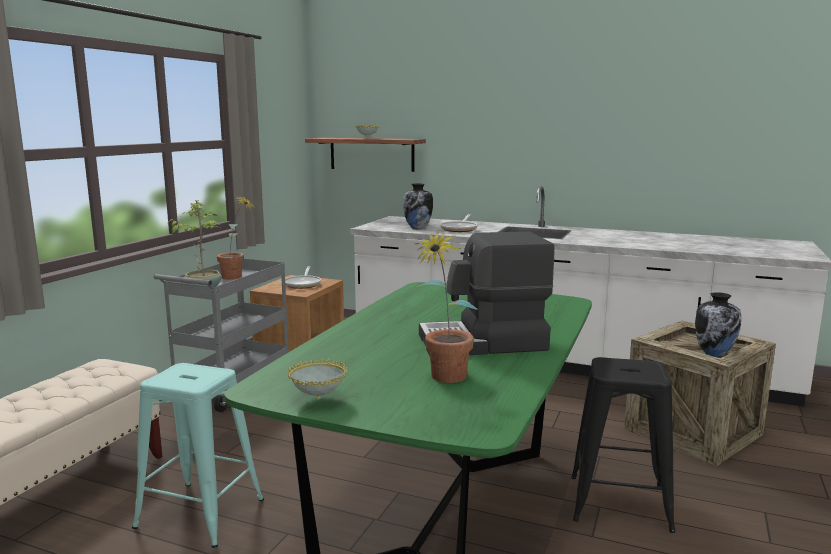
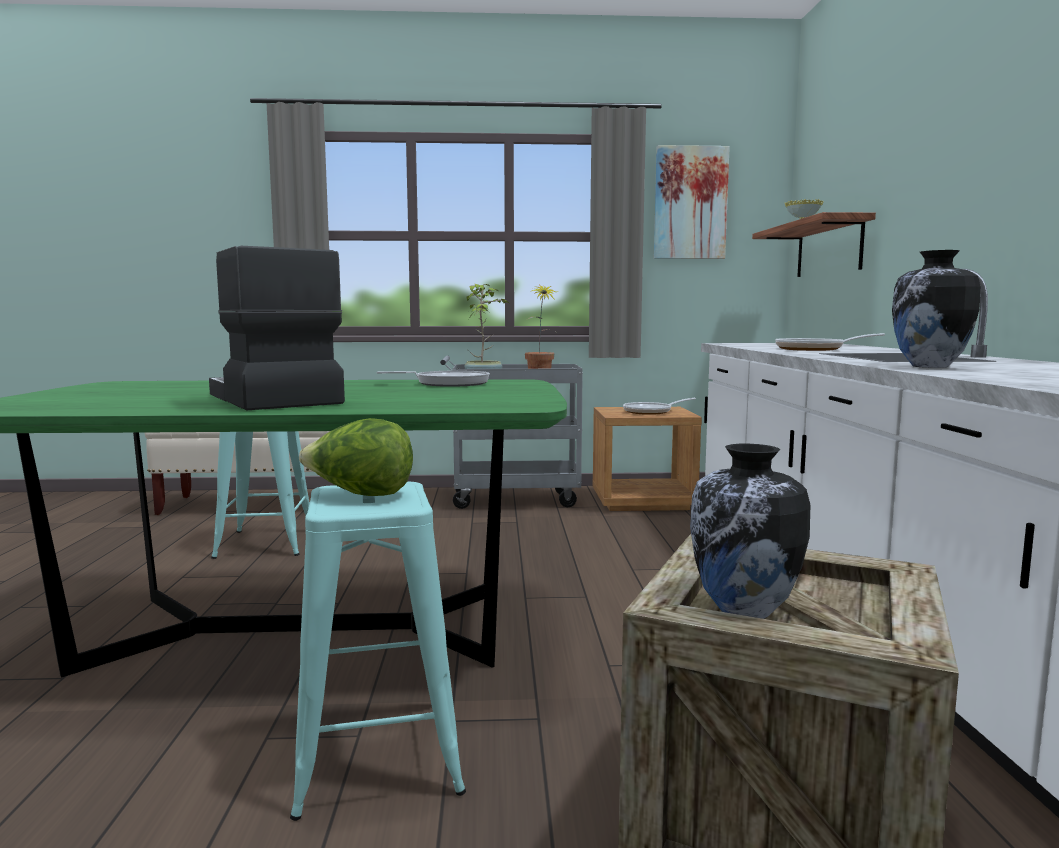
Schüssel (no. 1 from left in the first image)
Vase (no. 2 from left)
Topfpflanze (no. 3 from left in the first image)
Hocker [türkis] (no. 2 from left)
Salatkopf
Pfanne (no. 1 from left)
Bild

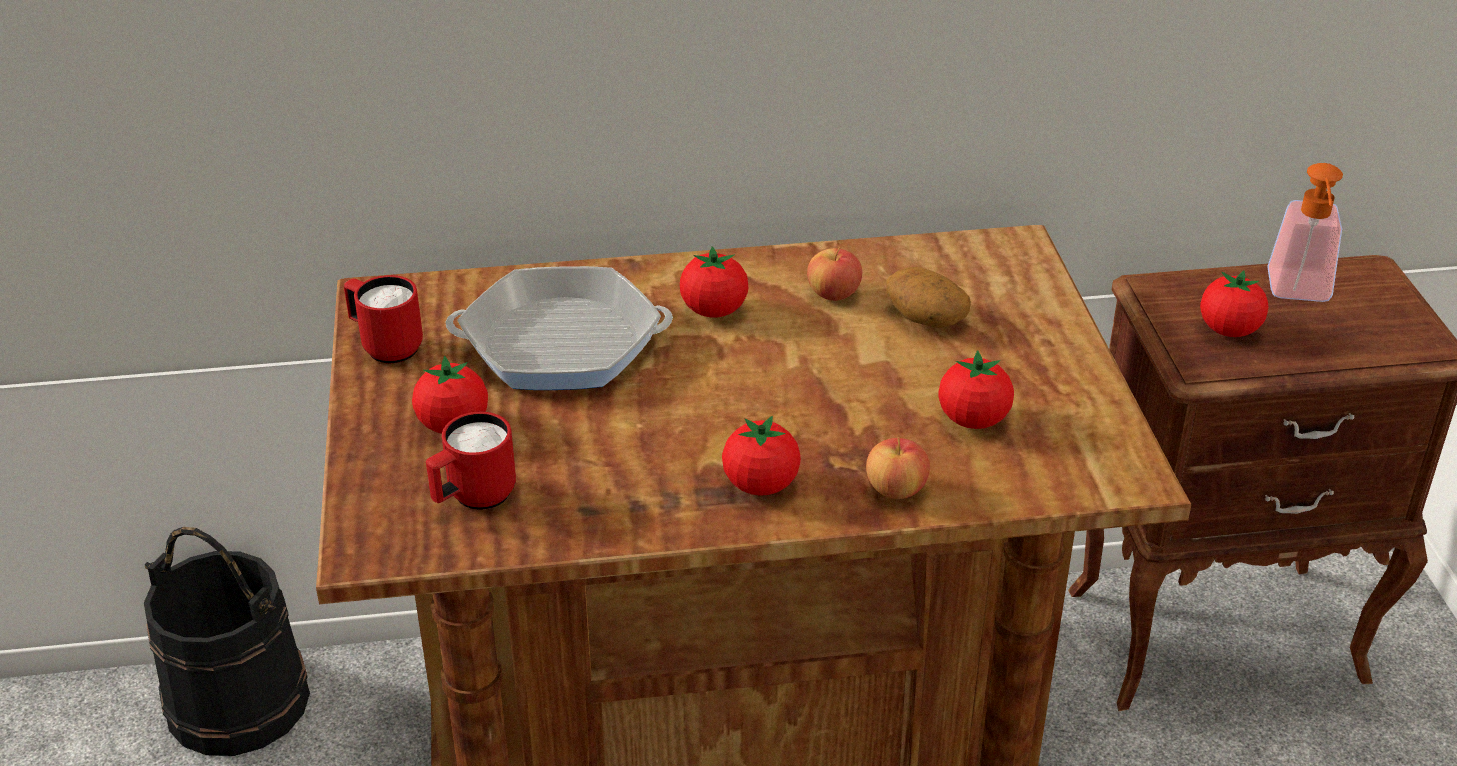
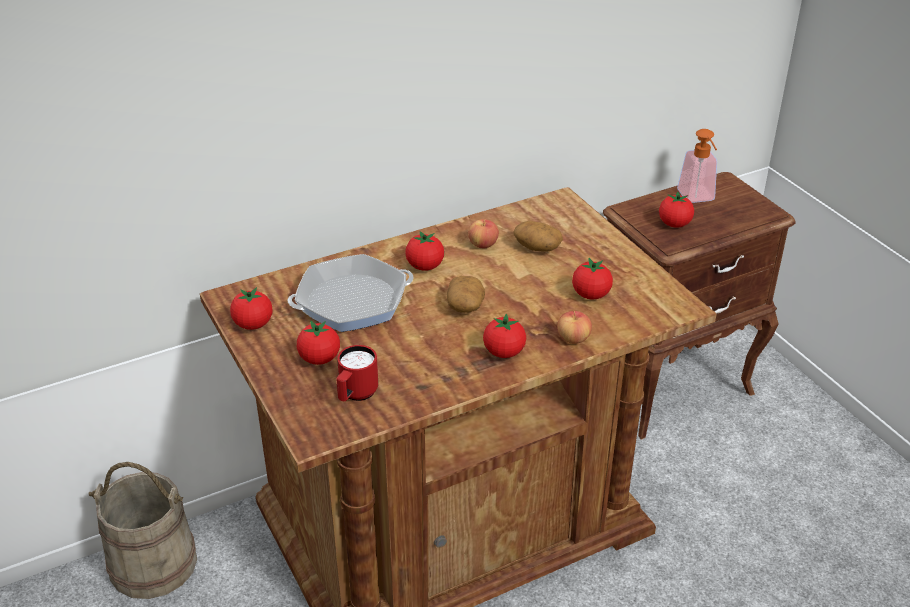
Eimer [beige]
Tomate (no. 1 from left)
Kartoffel (no. 1 from left)

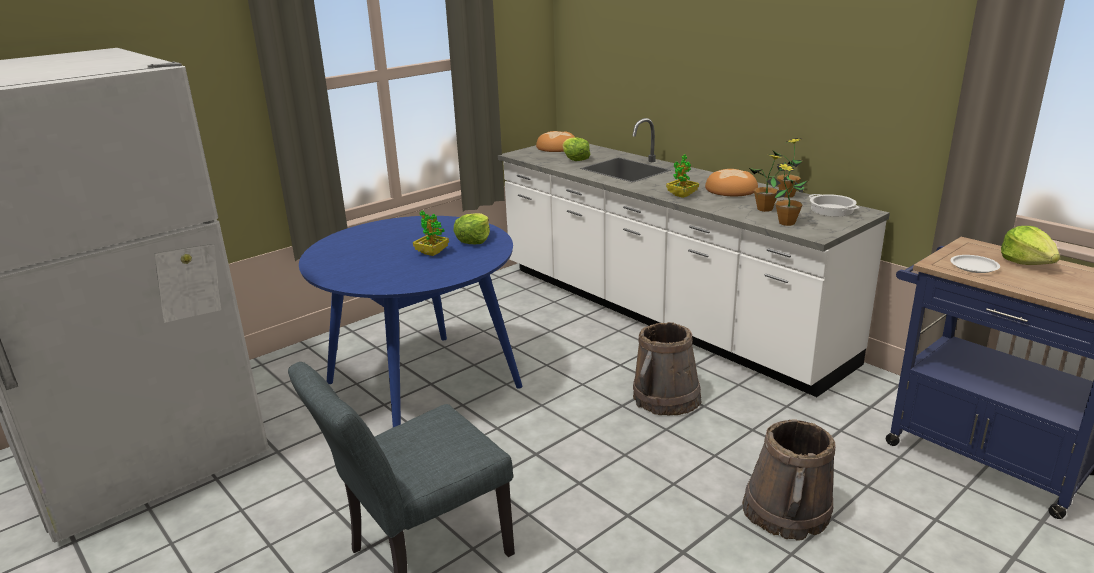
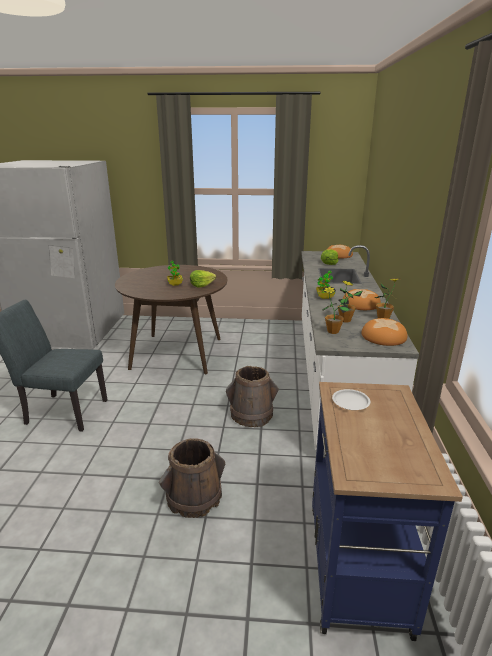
Esstisch [braun]
Brot (no. 3 from left)
Salatkopf (no. 3 from left in the first image)

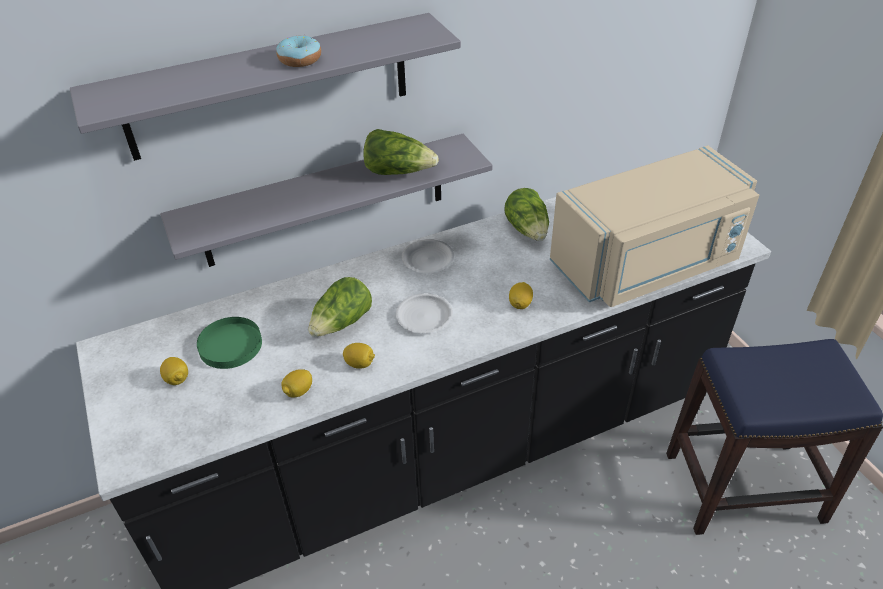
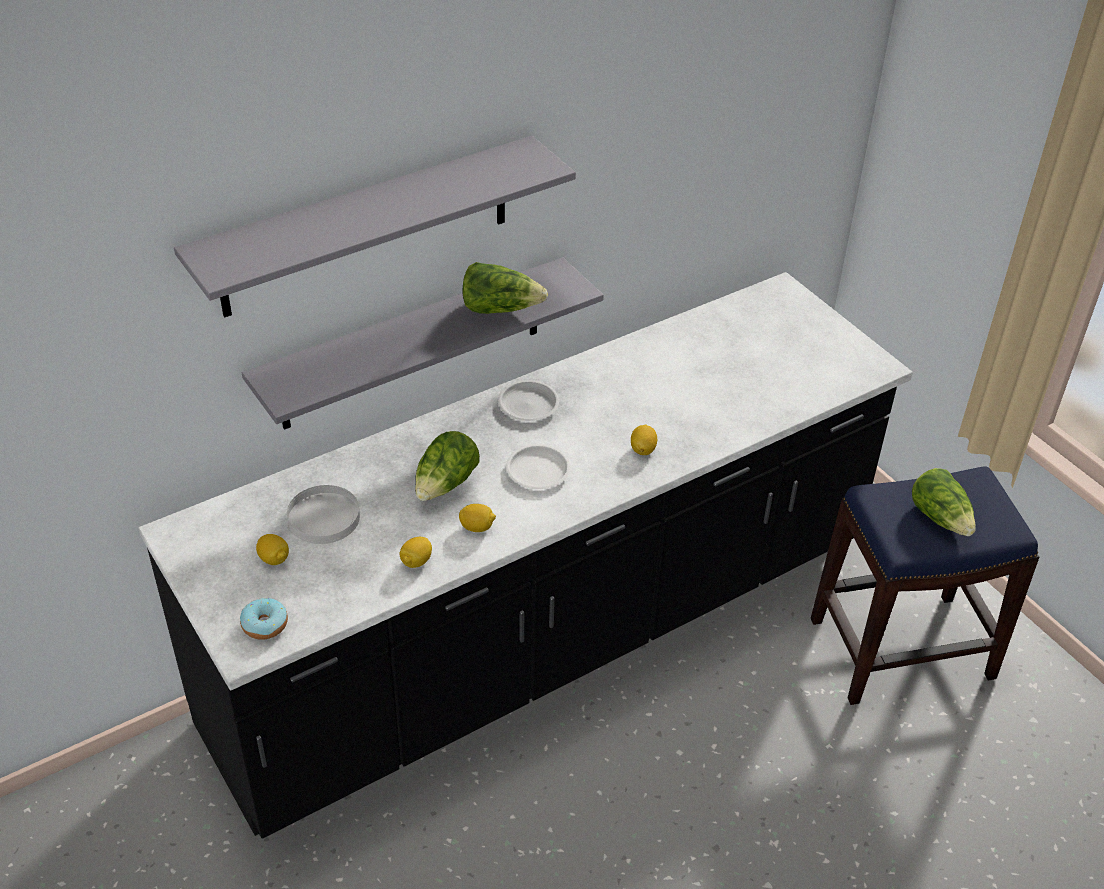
Teller [weiß] (no. 1 from left)
Donut
Salatkopf (no. 3 from left)
Mikrowelle [beige]

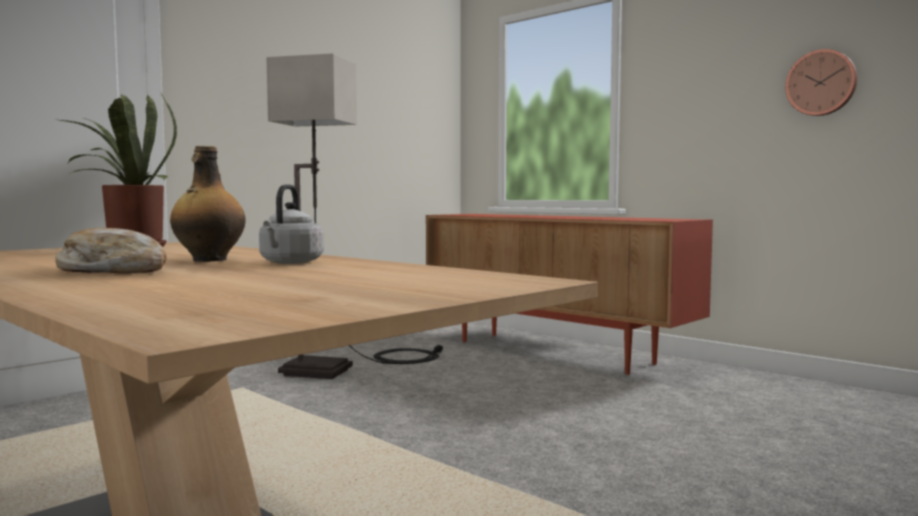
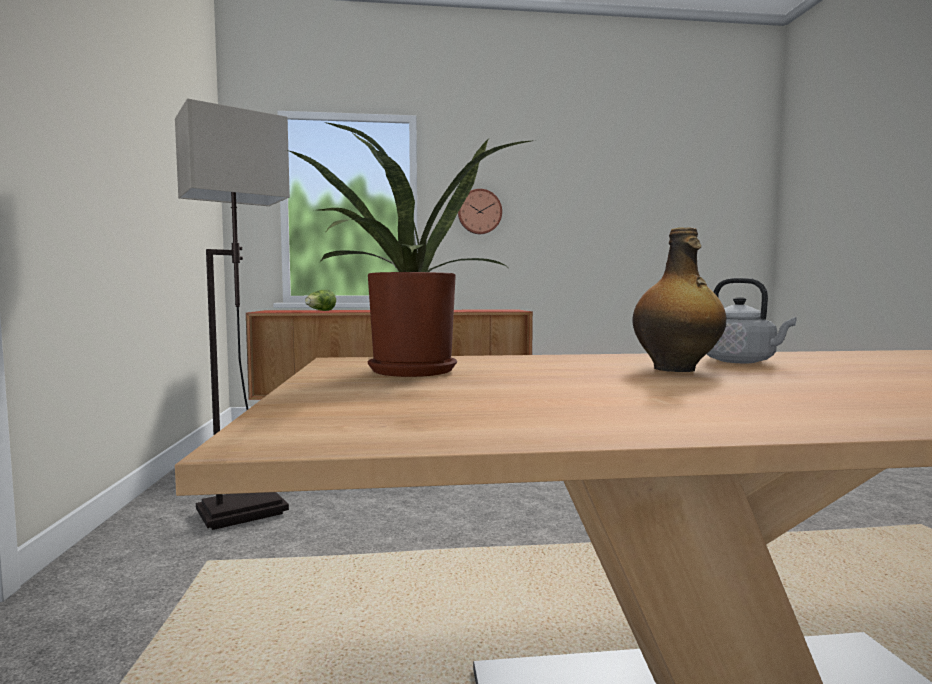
Brot
Wanduhr
Salatkopf

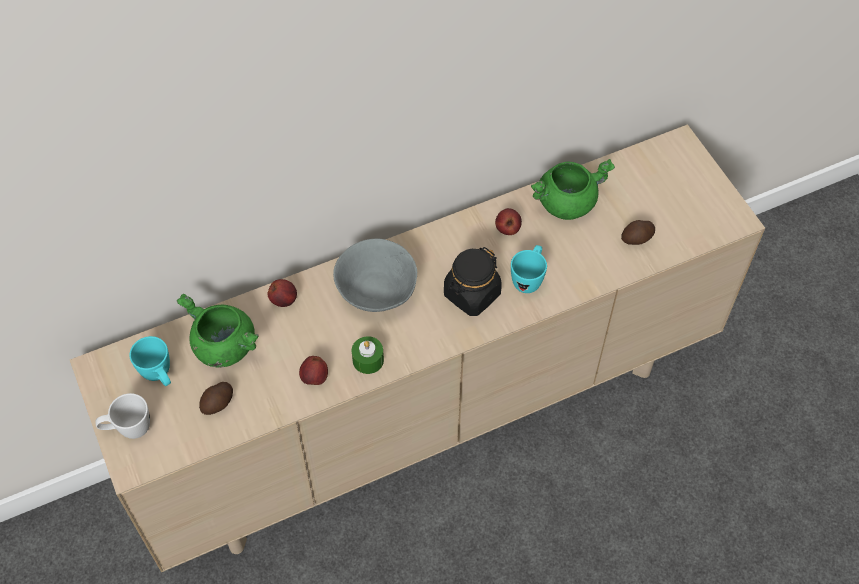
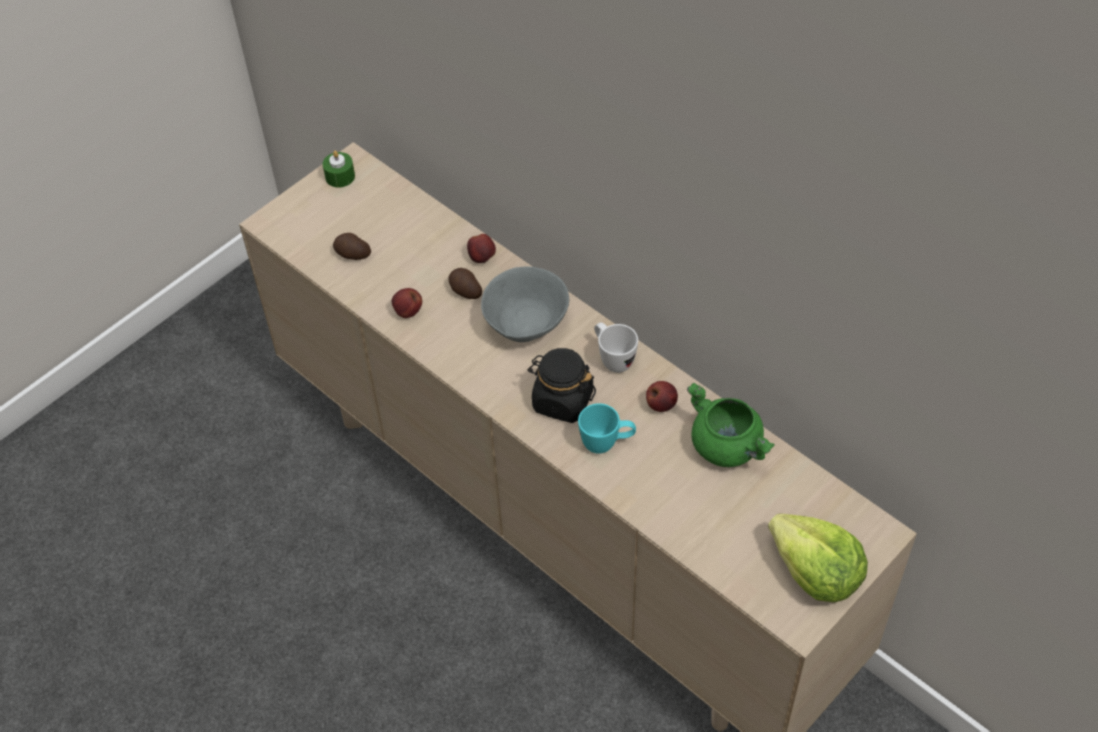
Henkelbecher [weiß]
Henkelbecher [türkis] (no. 1 from left in the first image)
Kochtopf [grün] (no. 1 from left in the first image)
Kerze [grün]
Kartoffel (no. 2 from left)
Salatkopf

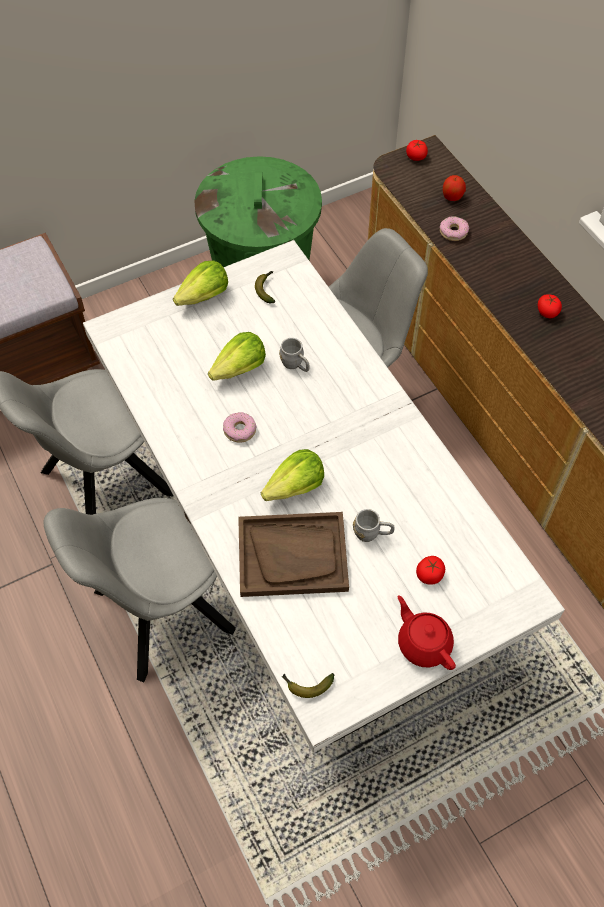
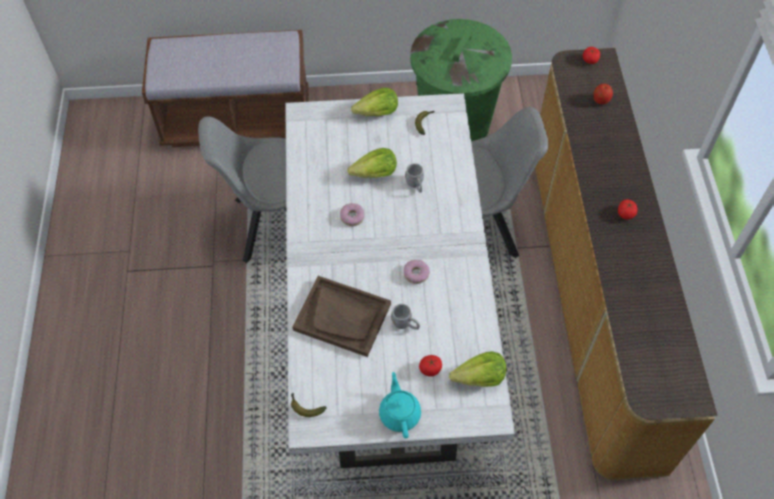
Stuhl [grau] (no. 2 from left in the first image)
Salatkopf (no. 3 from left)
Teekanne [türkis]
Donut (no. 2 from left)

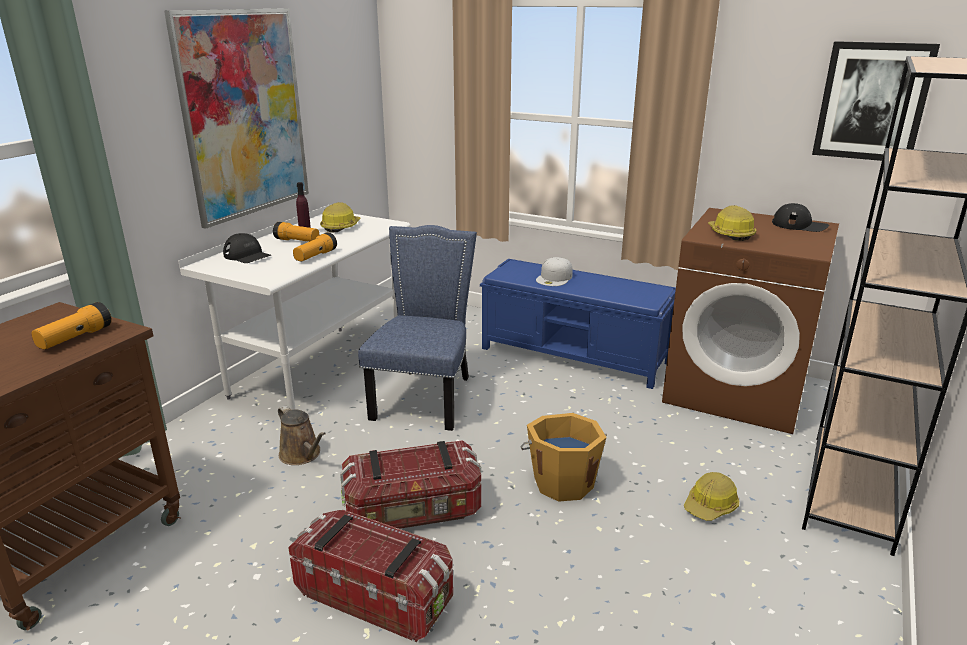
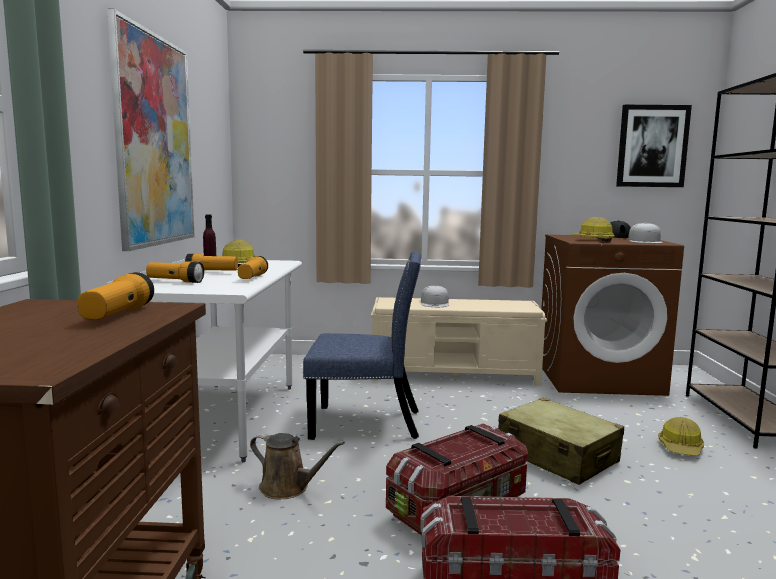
Taschenlampe (no. 2 from left)
Stuhl [blau]
Bank [beige]
Koffer [beige]
Kappe [weiß] (no. 2 from left)

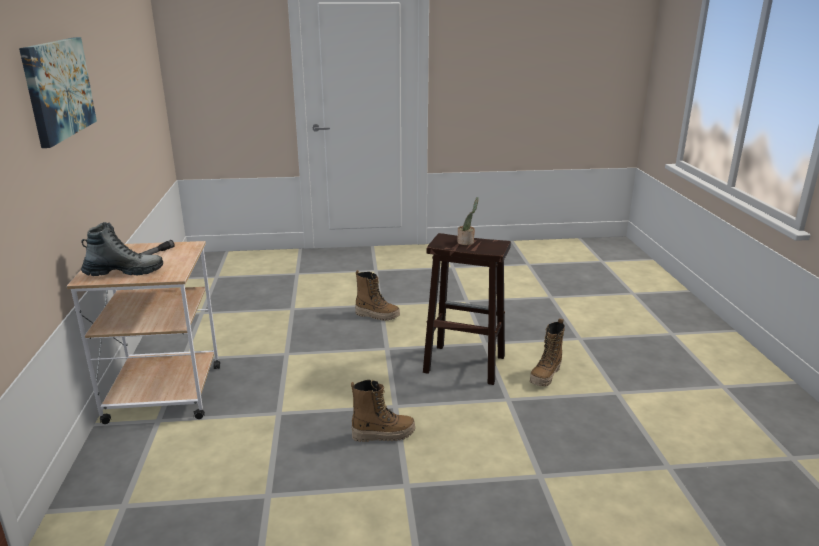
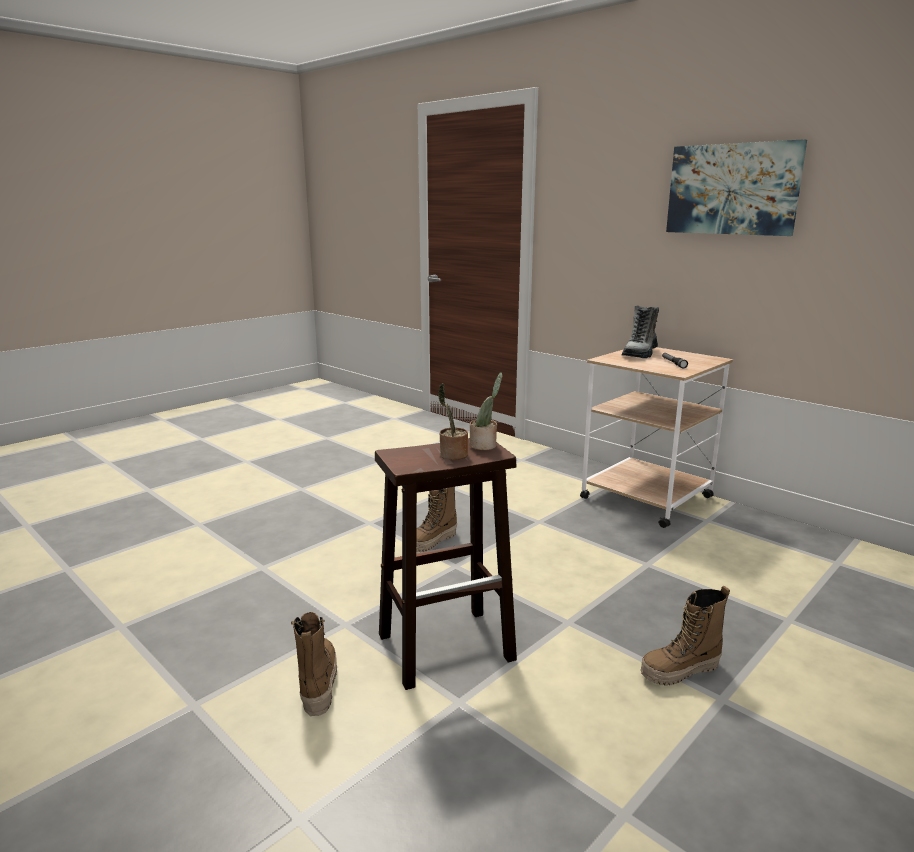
Topfpflanze (no. 2 from left)

